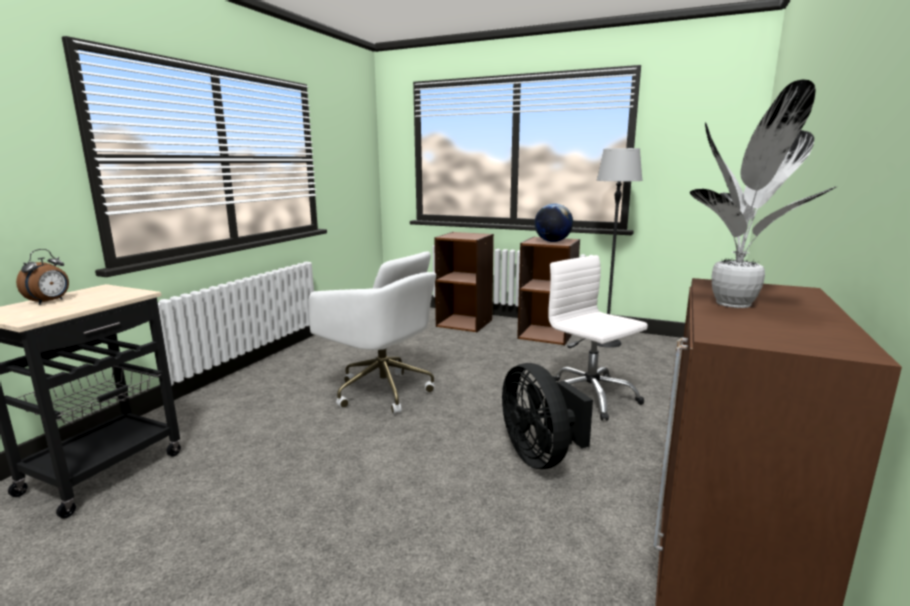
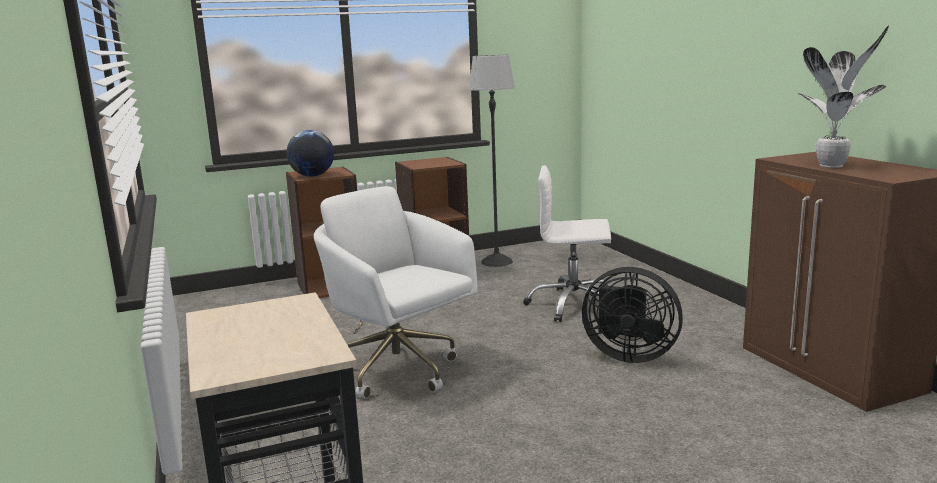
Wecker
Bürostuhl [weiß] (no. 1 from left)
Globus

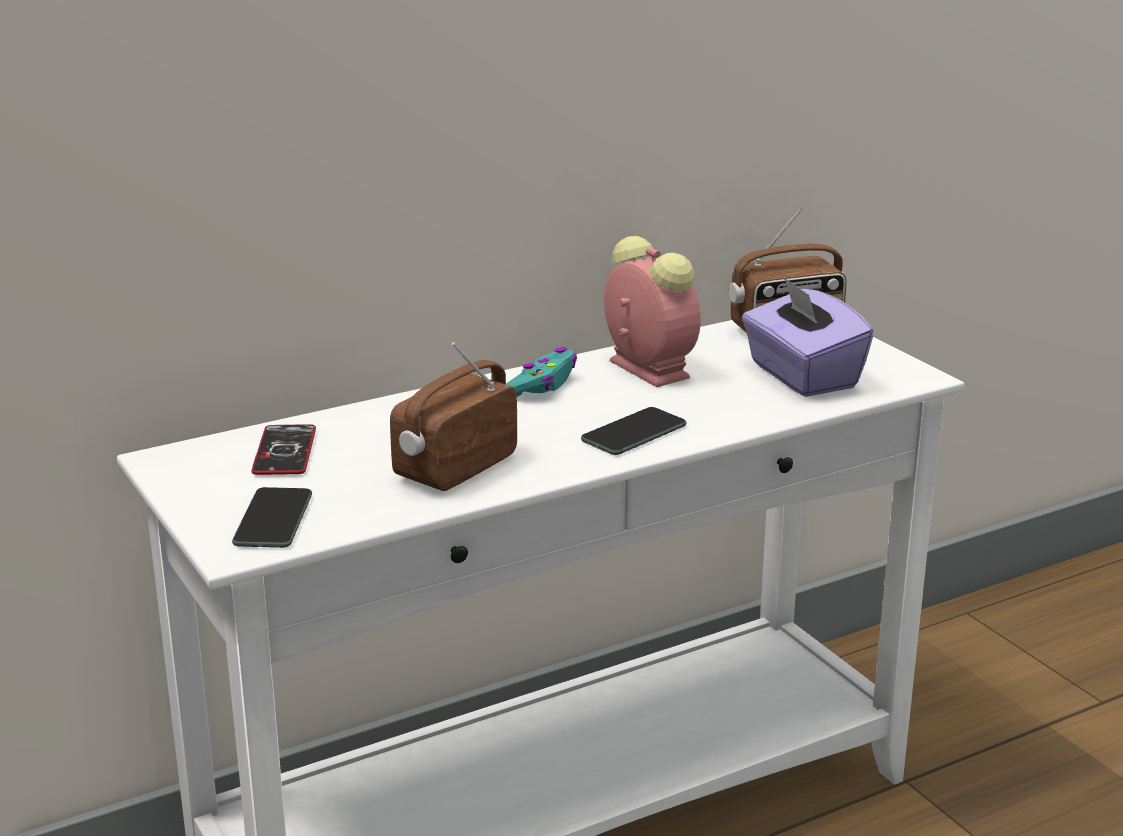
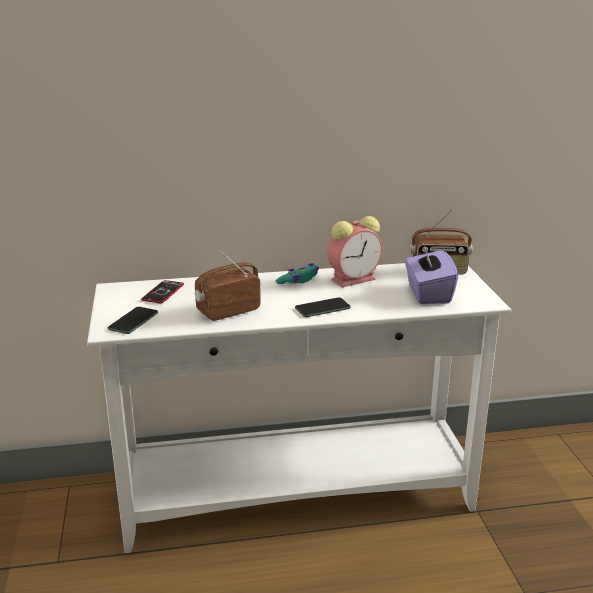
Wecker

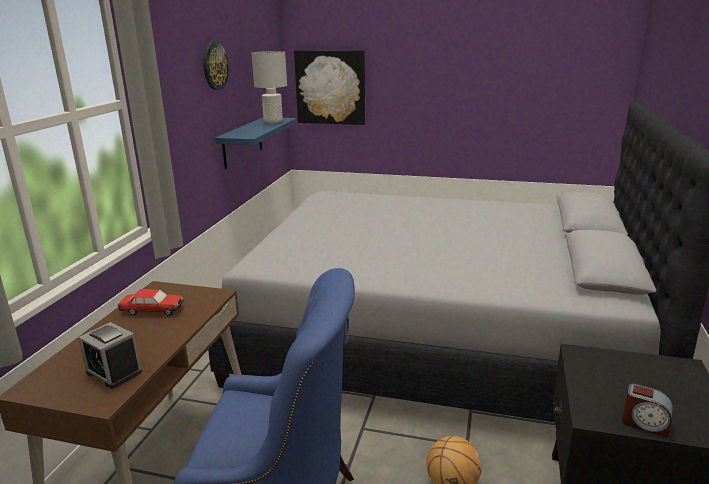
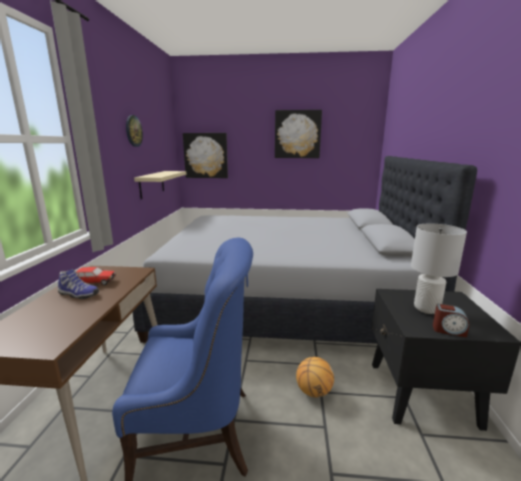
Wecker (no. 1 from left in the first image)
Wandregal [beige]
Tischlampe [grau]
Schuh
Bild (no. 2 from left)

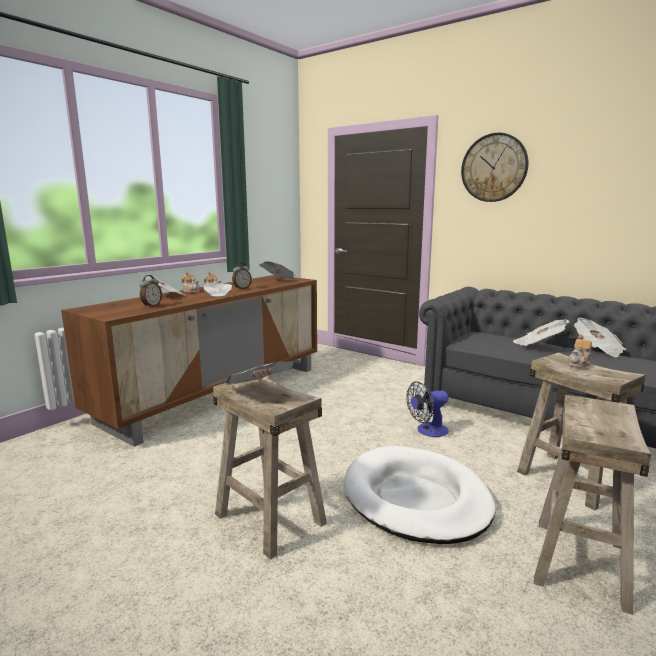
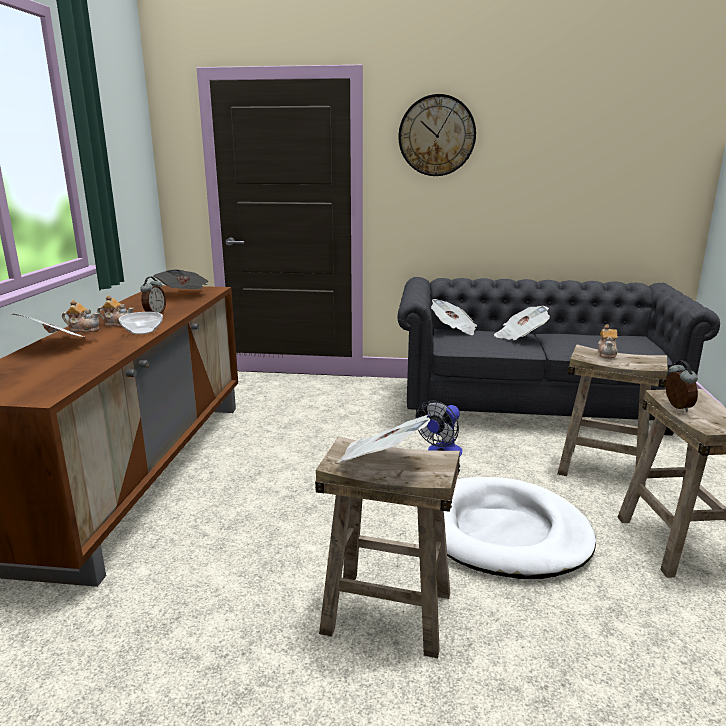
Wecker (no. 2 from left)
Zeitung (no. 4 from left)

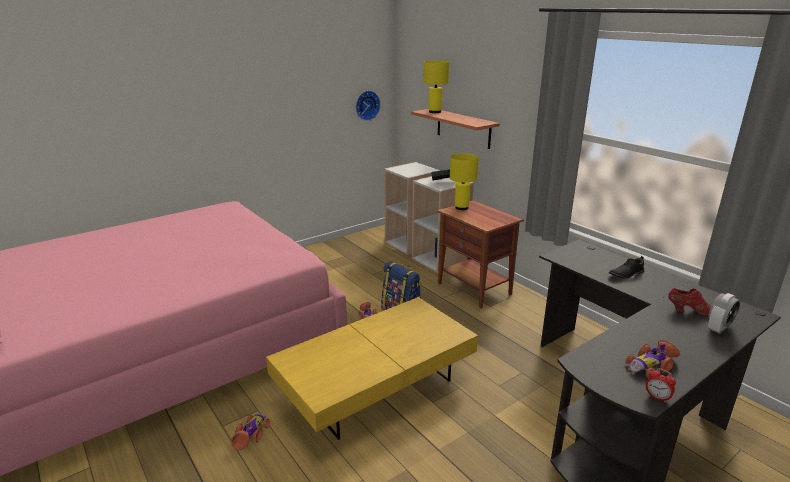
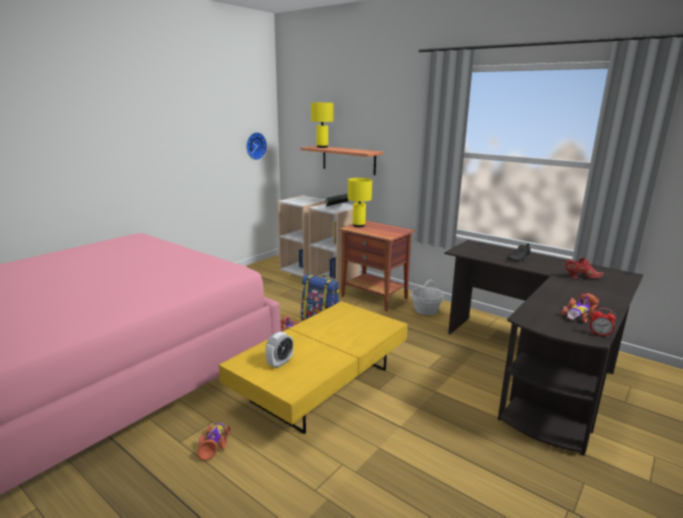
Wecker (no. 1 from left)
Korb

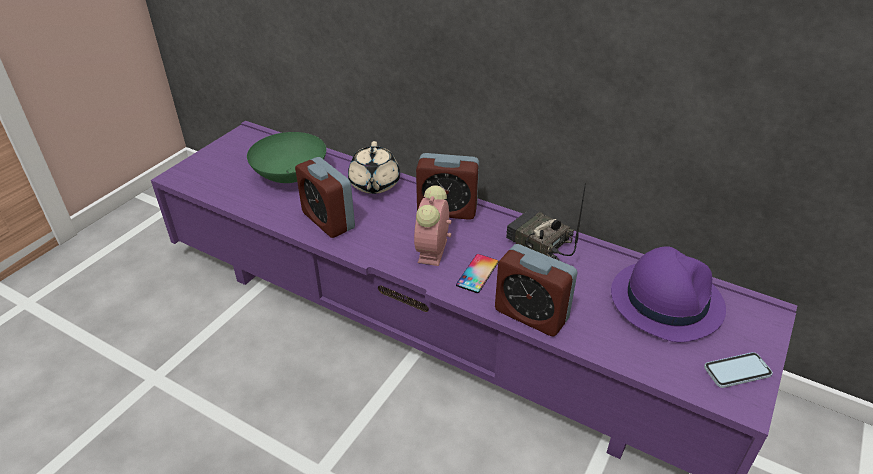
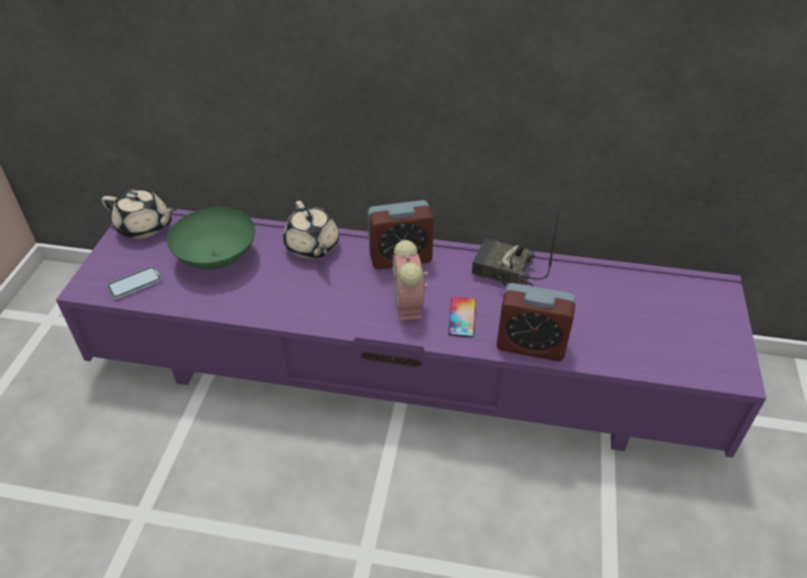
Wecker (no. 1 from left in the first image)
Hut [lila]
Handy (no. 1 from left)
Teekanne [beige] (no. 1 from left)

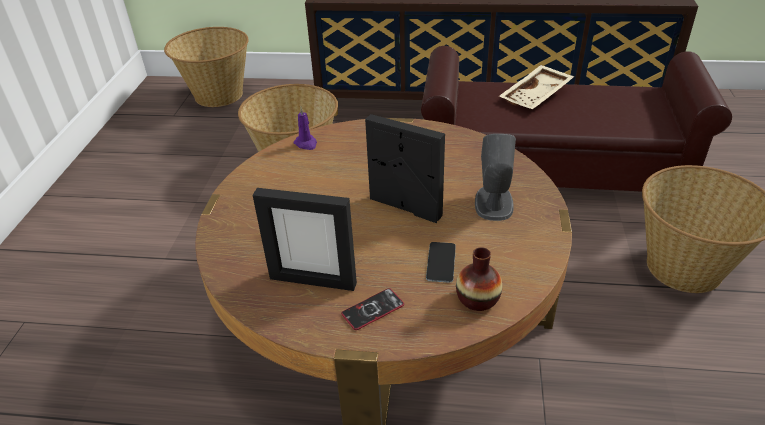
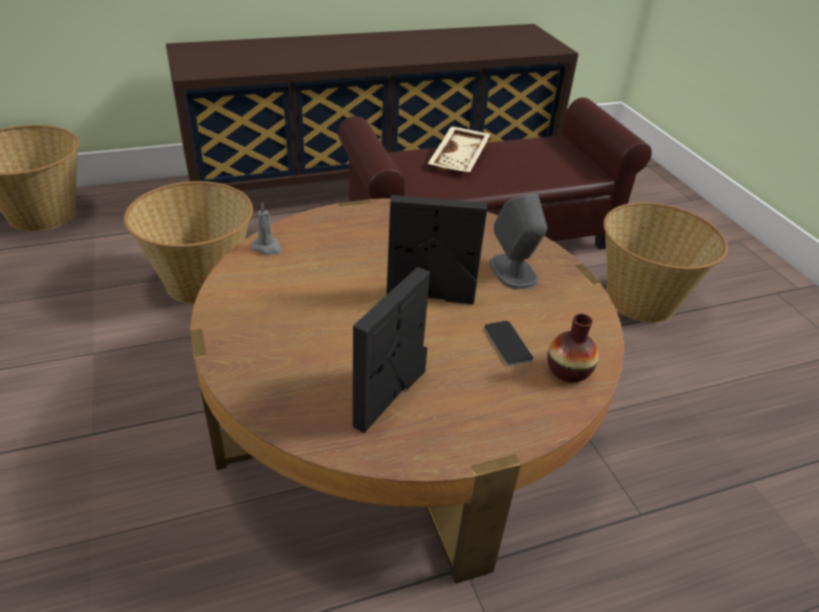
Bilderrahmen (no. 1 from left)
Kerze [grau]
Handy (no. 1 from left in the first image)

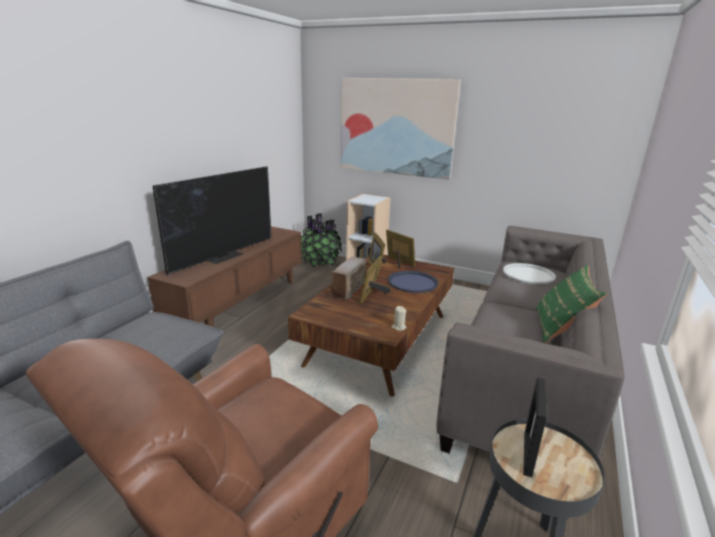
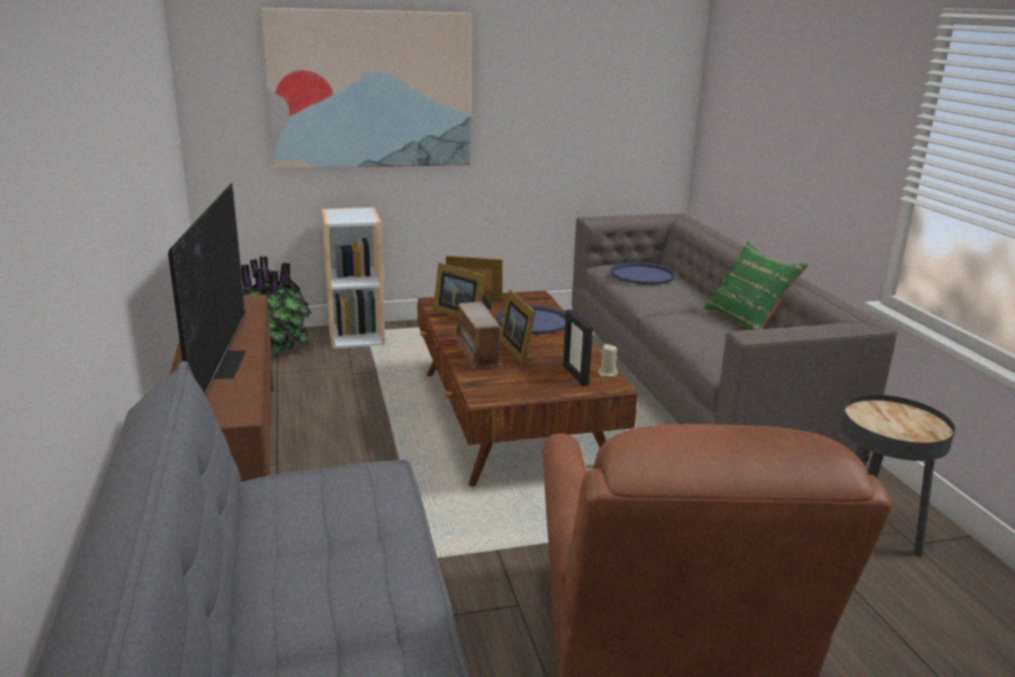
Tablett [blau] (no. 2 from left)
Bilderrahmen (no. 4 from left)

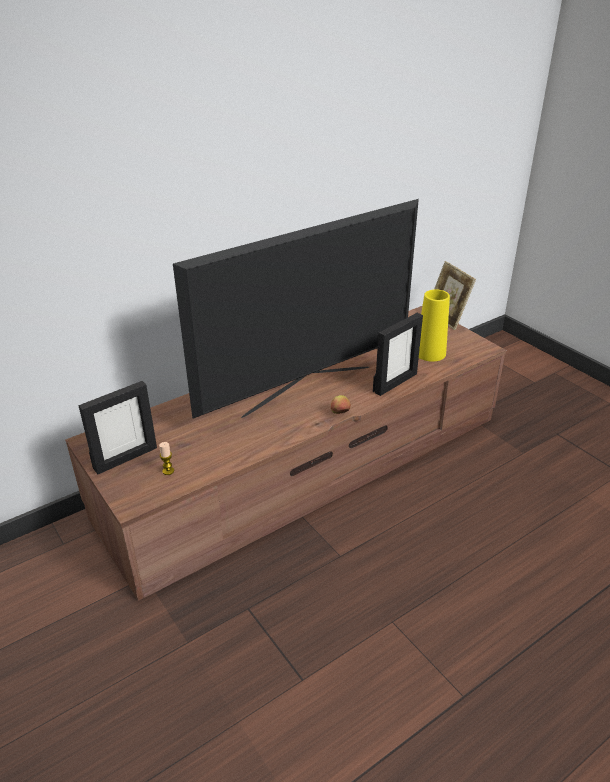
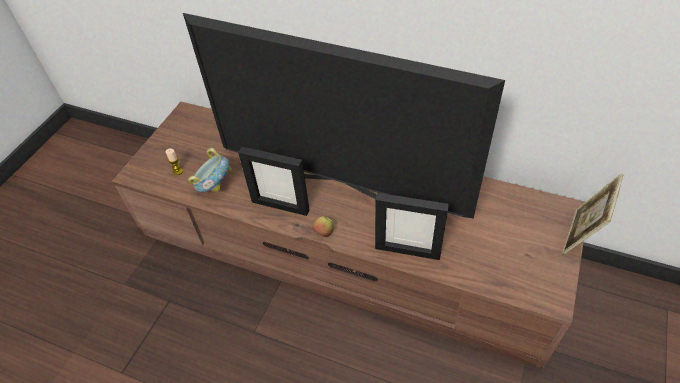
Bilderrahmen (no. 1 from left)
Vase [gelb]
Schüssel

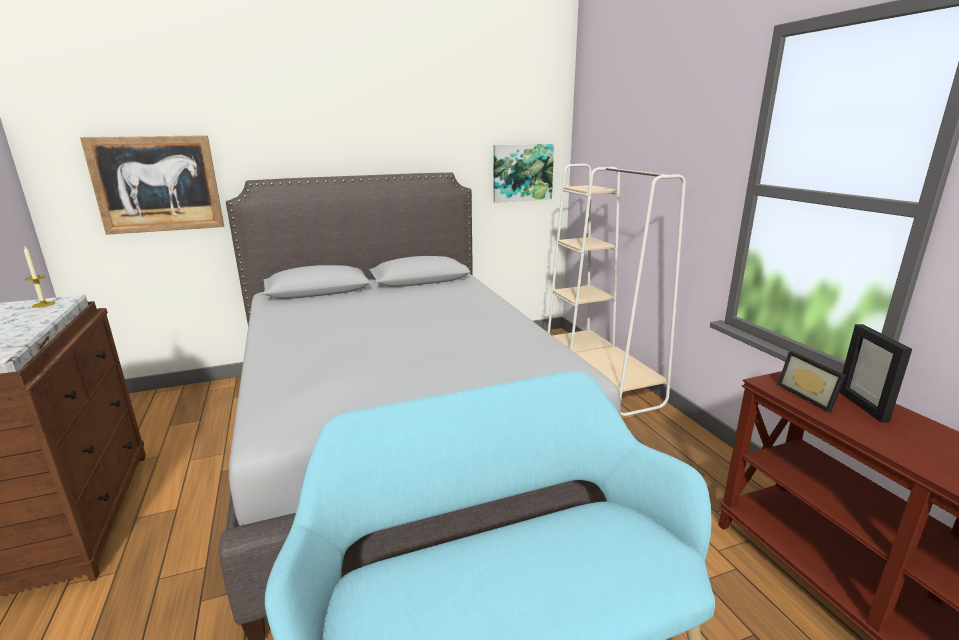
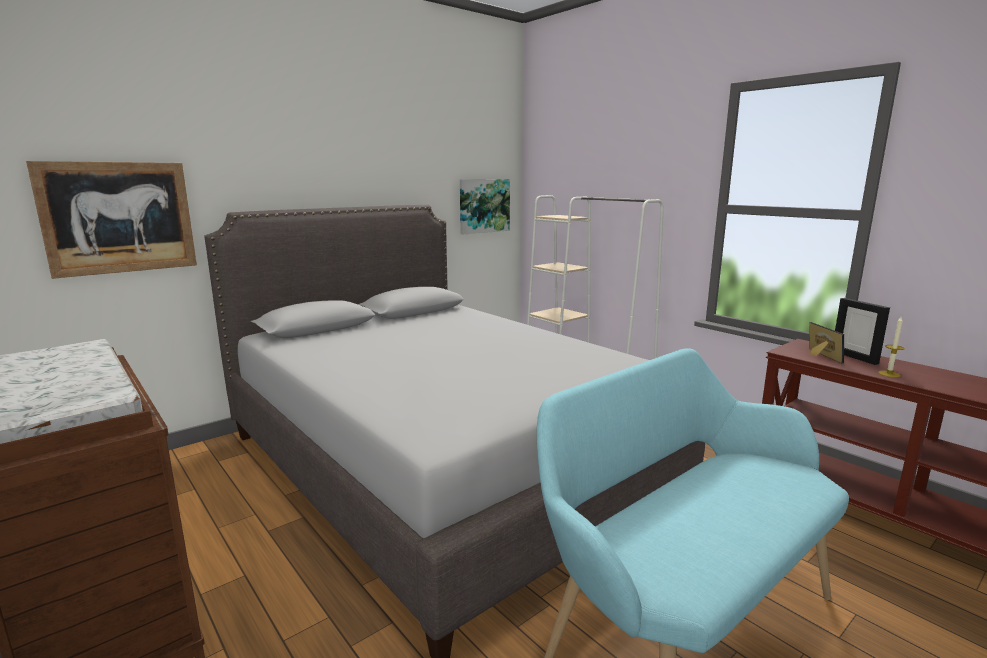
Kerze
Bilderrahmen (no. 1 from left)

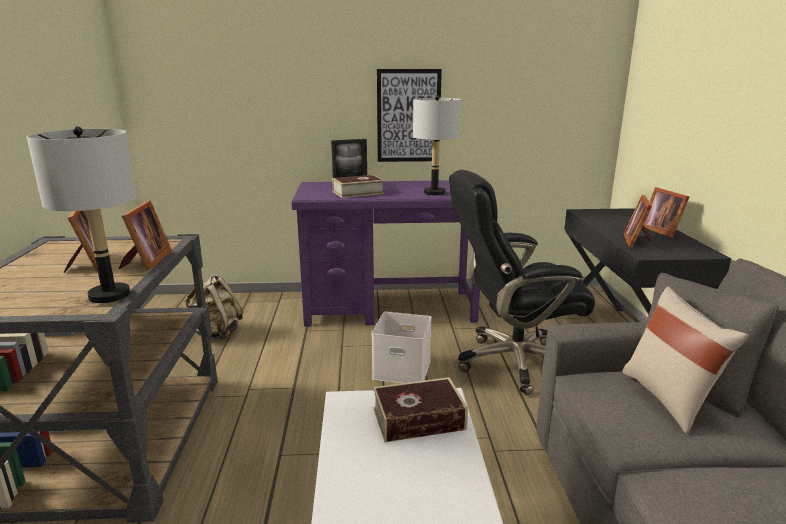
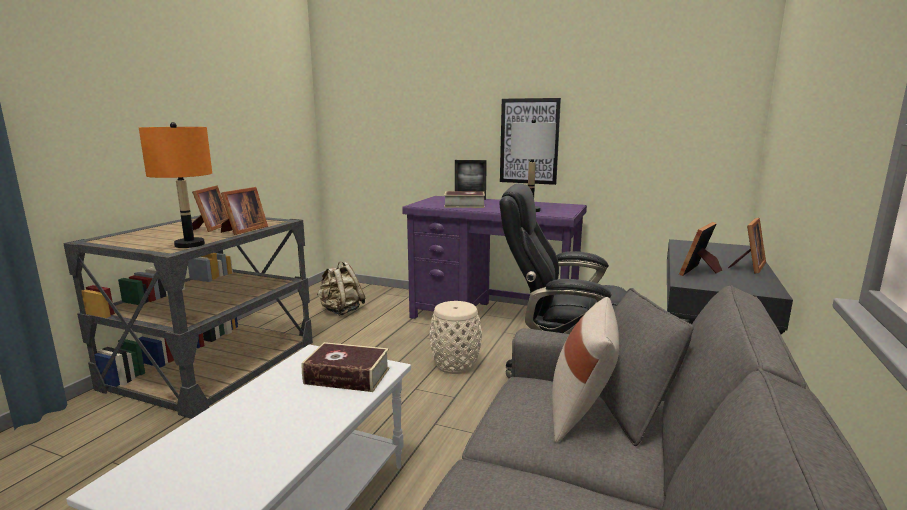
Tischlampe [orange]
Hocker [beige]
Bilderrahmen (no. 5 from left)

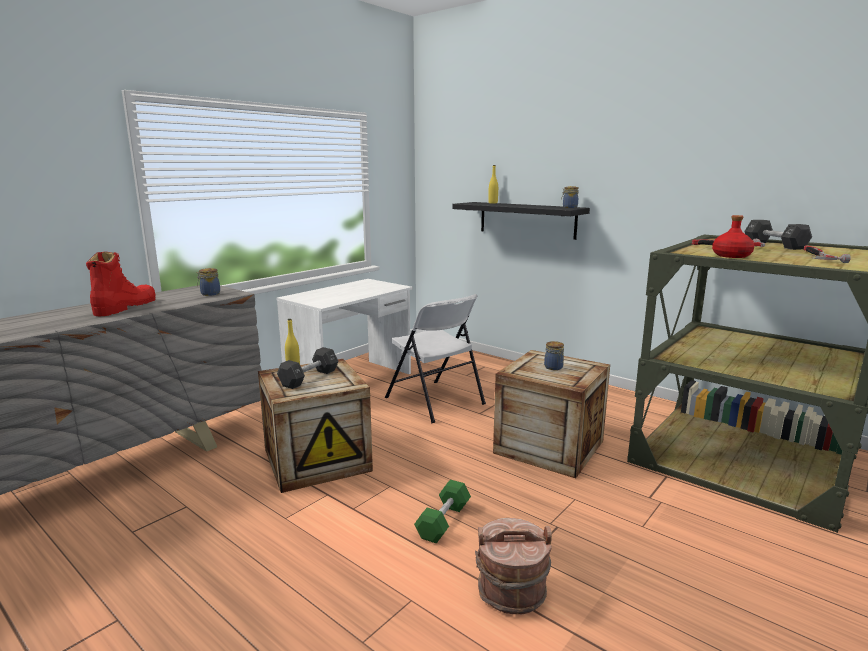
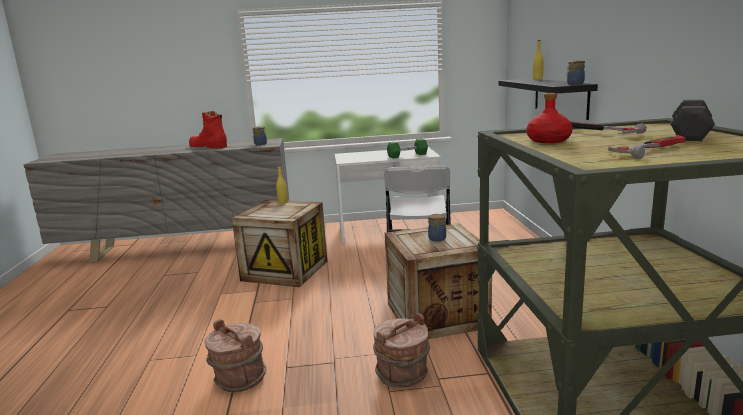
Stiefel [rot]
Hantel [schwarz] (no. 1 from left in the first image)
Hantel [grün]
Eimer [braun] (no. 2 from left)

